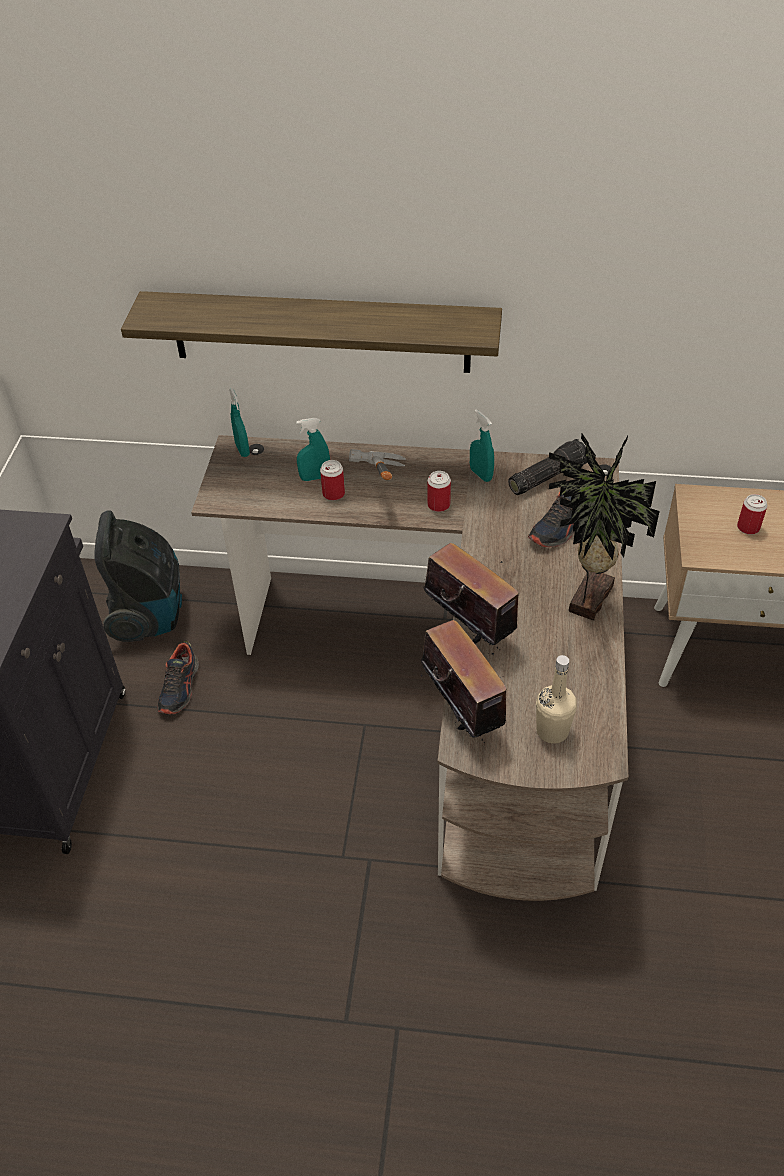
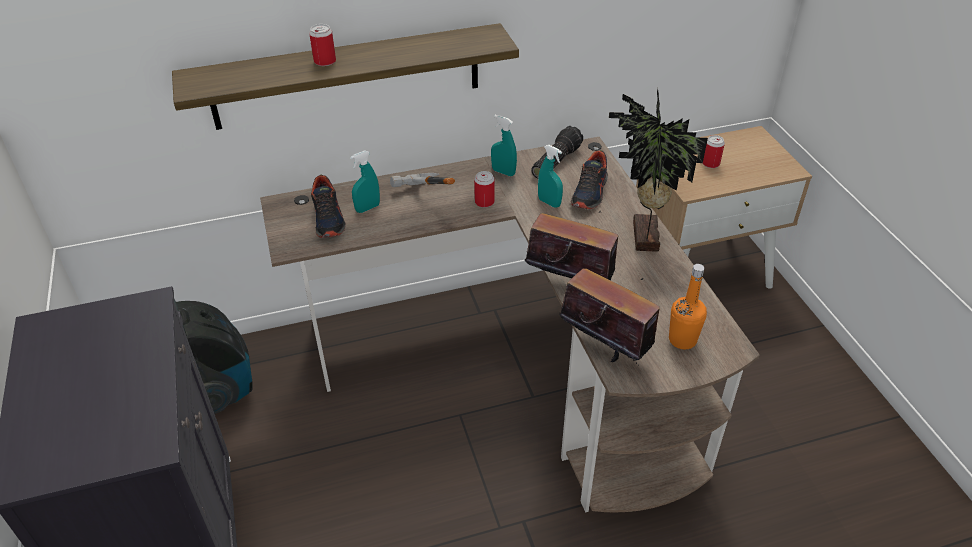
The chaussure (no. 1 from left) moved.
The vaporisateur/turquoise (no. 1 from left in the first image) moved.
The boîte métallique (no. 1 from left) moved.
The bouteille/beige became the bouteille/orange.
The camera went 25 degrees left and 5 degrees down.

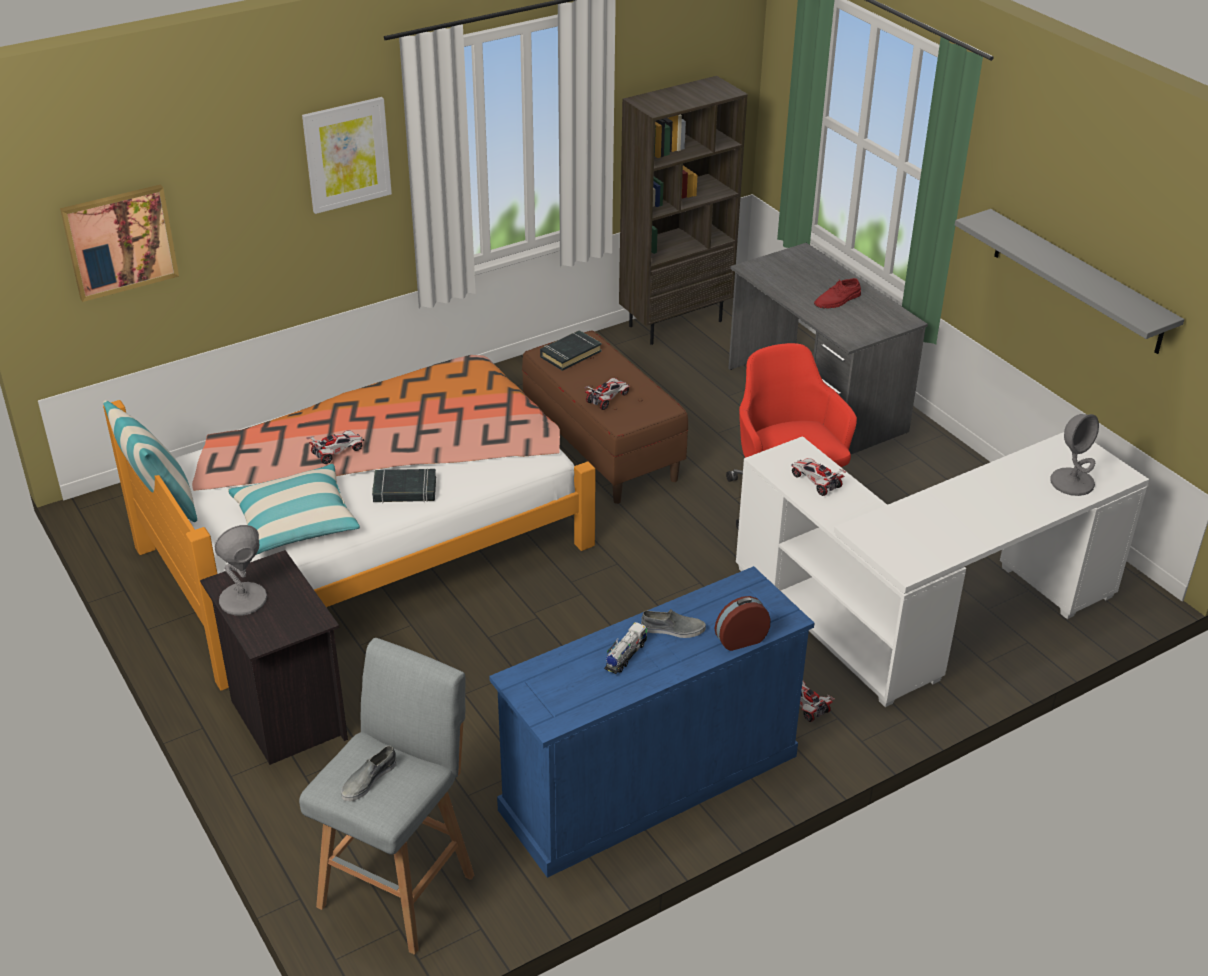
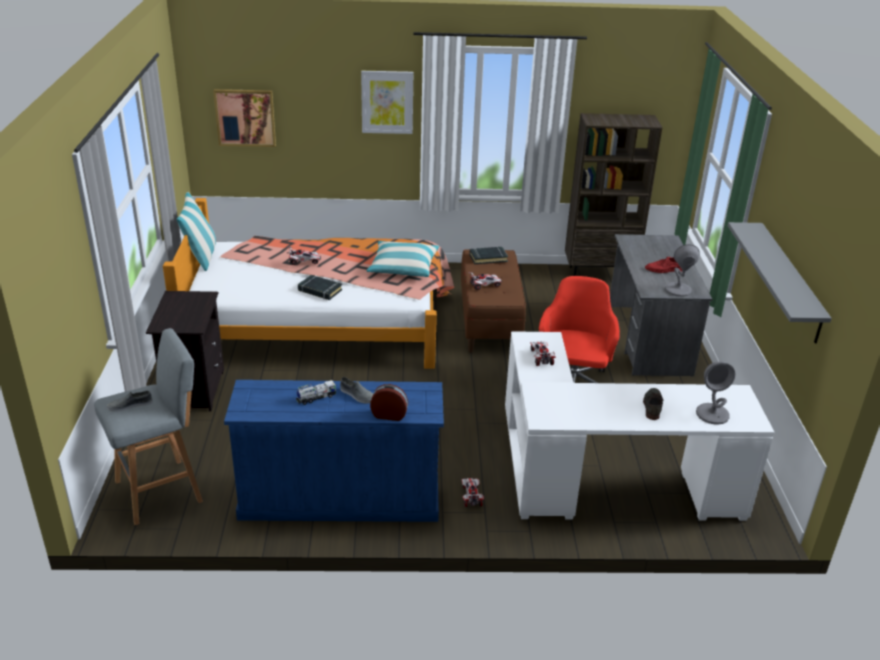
The lampe de table/gris (no. 1 from left) moved.
The coussin (no. 2 from left) moved.
The chaussure/gris (no. 3 from left) appeared.
The camera went 30 degrees right and 5 degrees down.

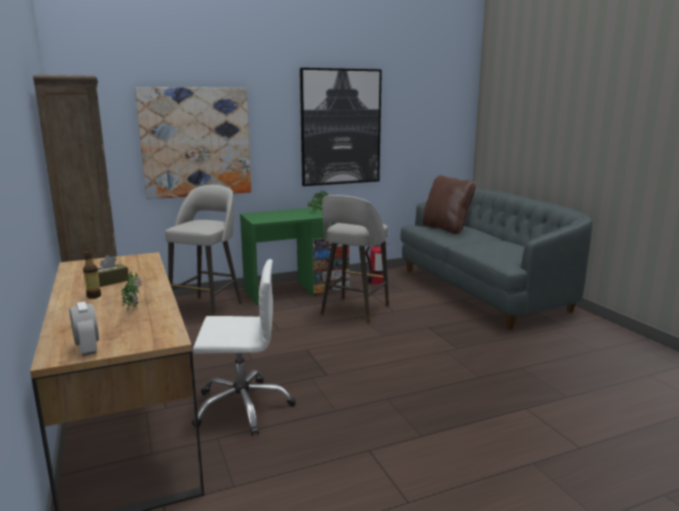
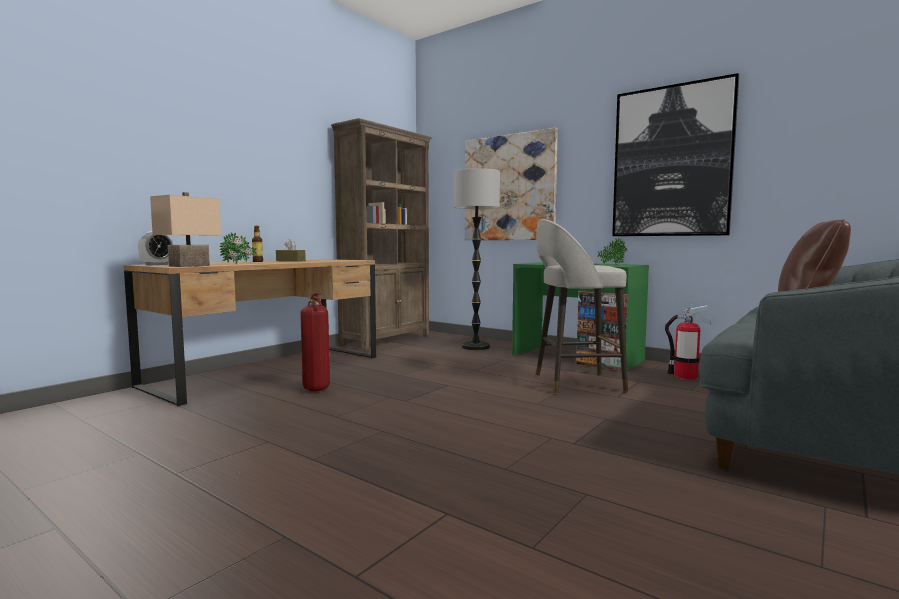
The tabouret/gris (no. 1 from left) was replaced by the lampadaire.
The chaise de bureau/blanc was replaced by the extincteur (no. 1 from left).
The lampe de table/beige appeared.
The camera went 60 degrees right and 10 degrees down.

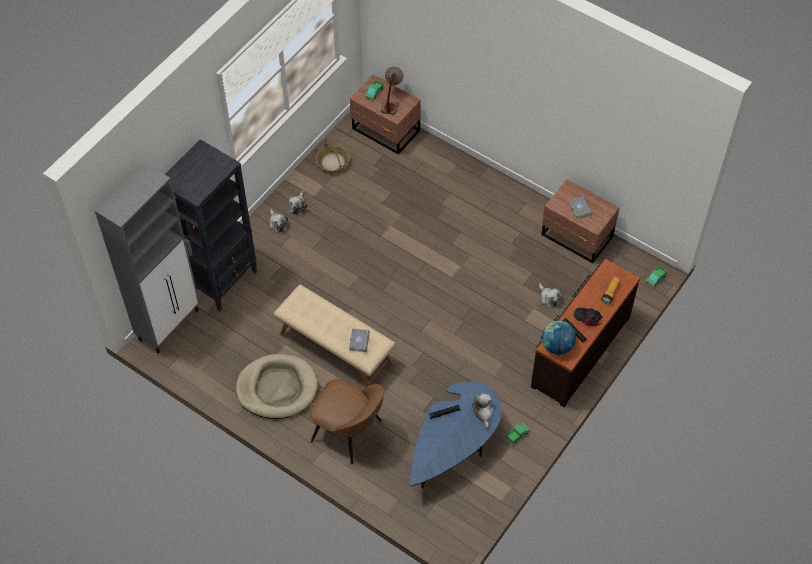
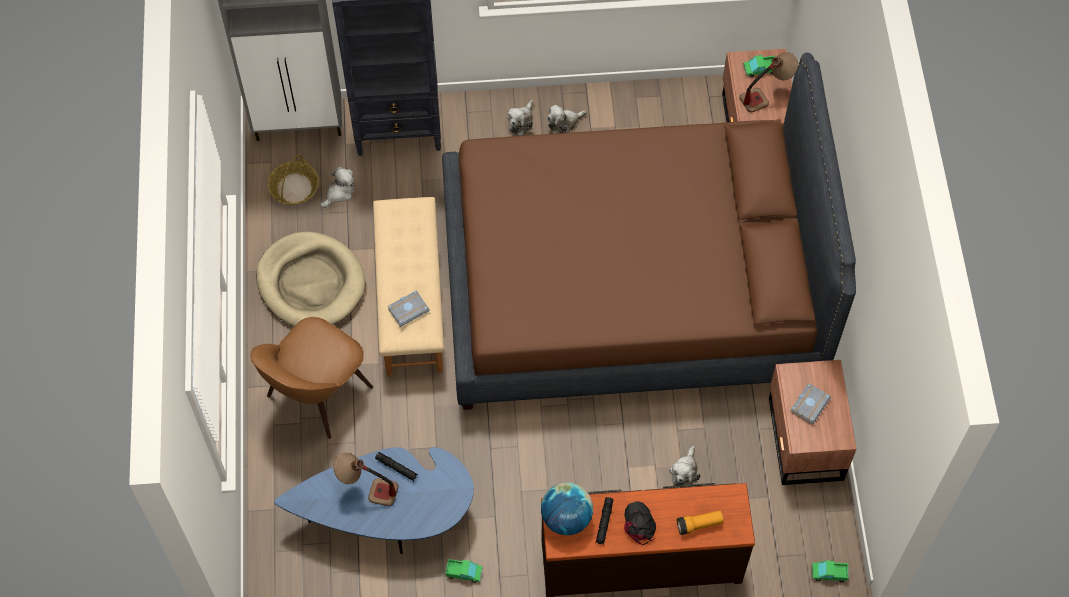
The chaise/marron turned 45 degrees clockwise.
The panier moved.
The peluche (no. 3 from left in the first image) moved.
The lampe de table (no. 1 from left) appeared.
The lit/marron appeared.
The camera went 50 degrees right and 5 degrees up.

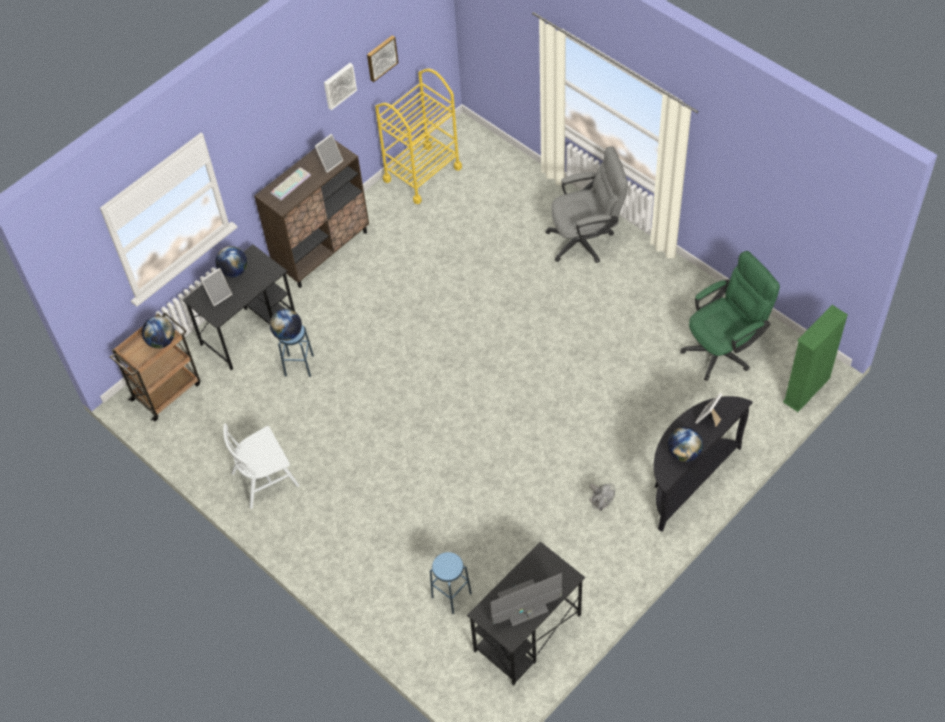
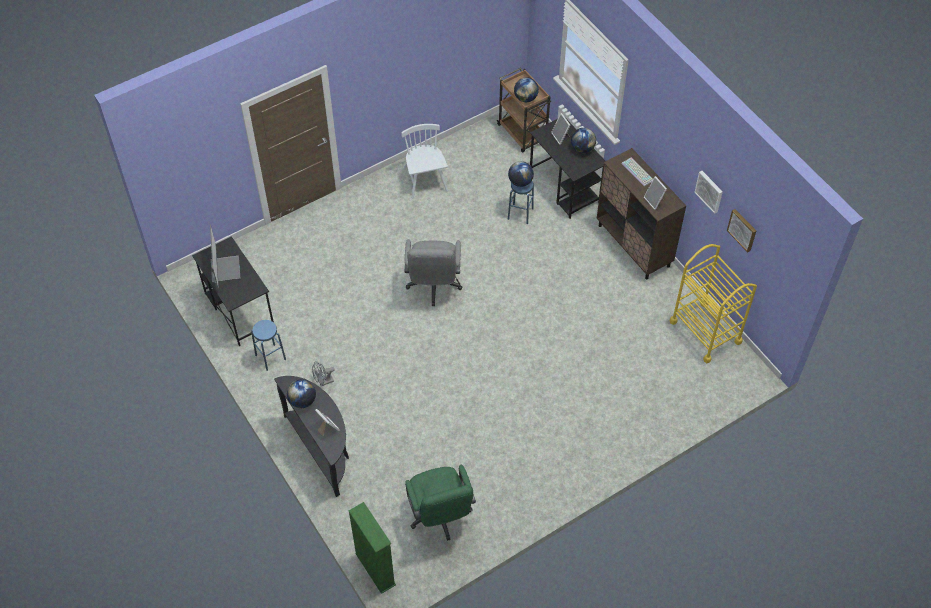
The tabouret/bleu (no. 2 from left in the first image) moved.
The chaise de bureau/gris moved.
The camera went 100 degrees right and 0 degrees up.

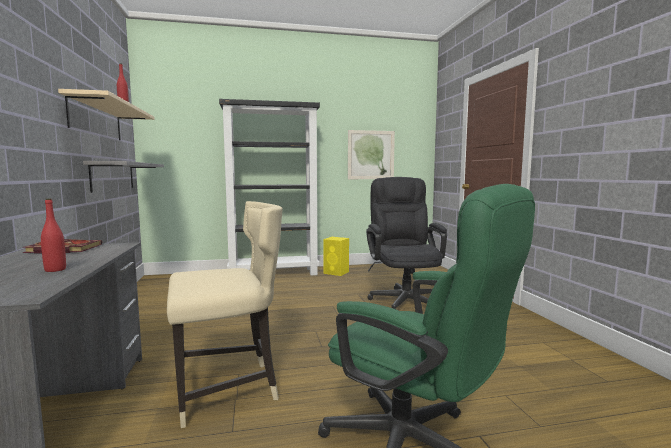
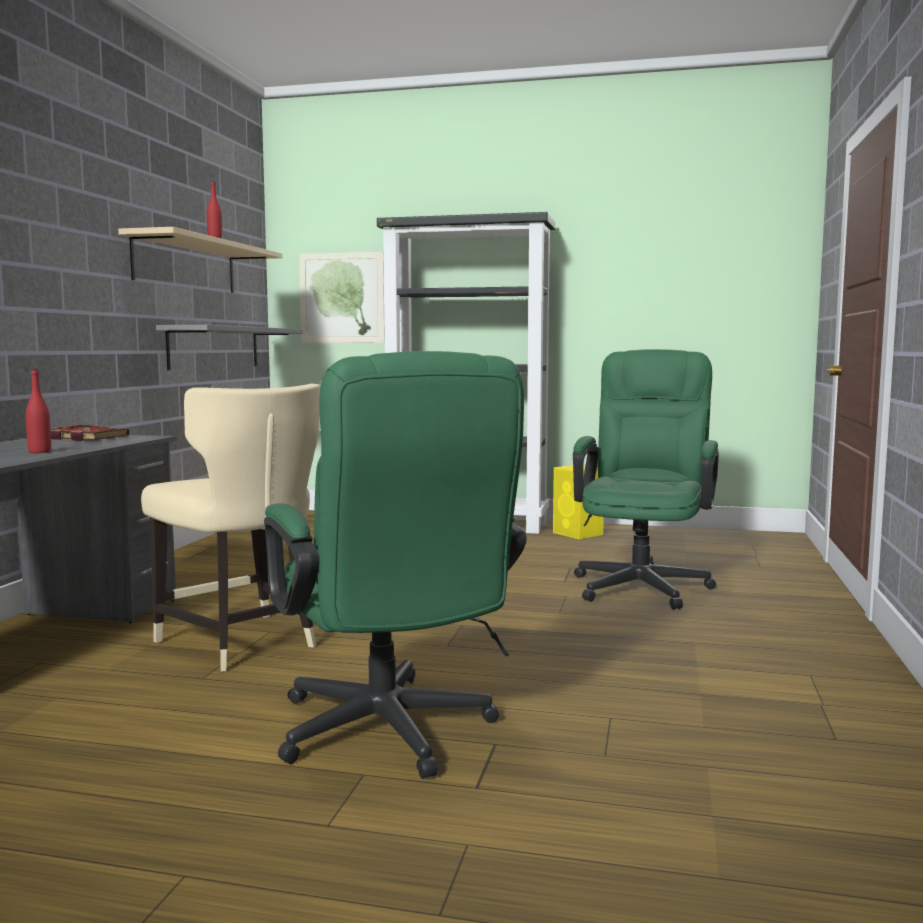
The chaise/beige turned 45 degrees clockwise.
The tableau moved.
The chaise de bureau/noir became the chaise de bureau/vert (no. 2 from left).
The camera went 25 degrees right and 0 degrees up.

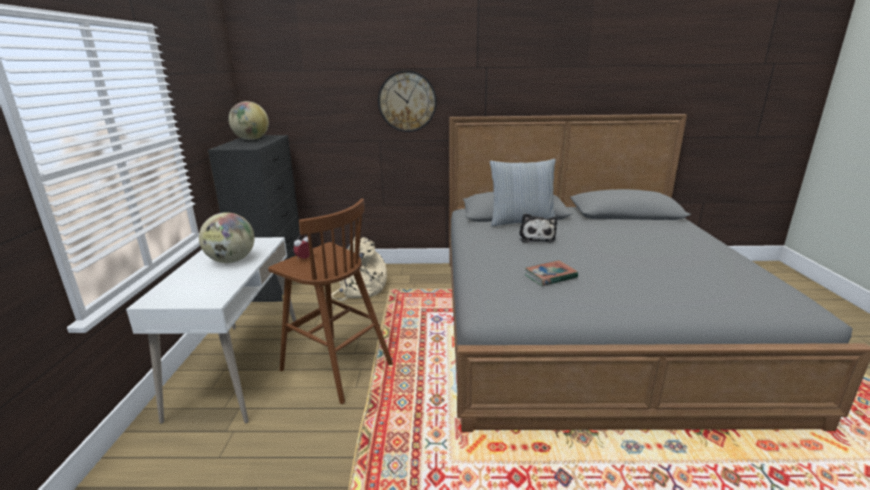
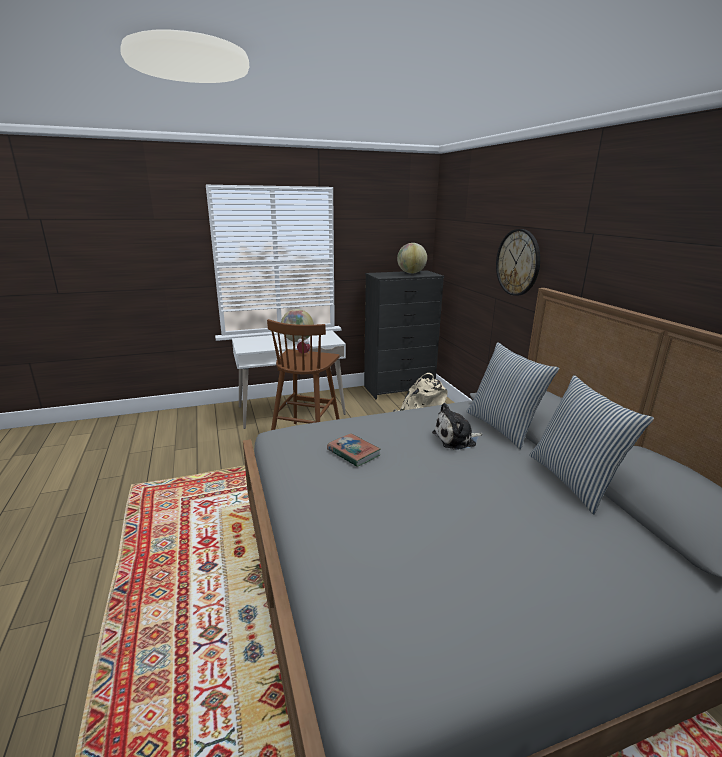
The coussin (no. 2 from left) appeared.
The camera went 70 degrees right and 0 degrees up.

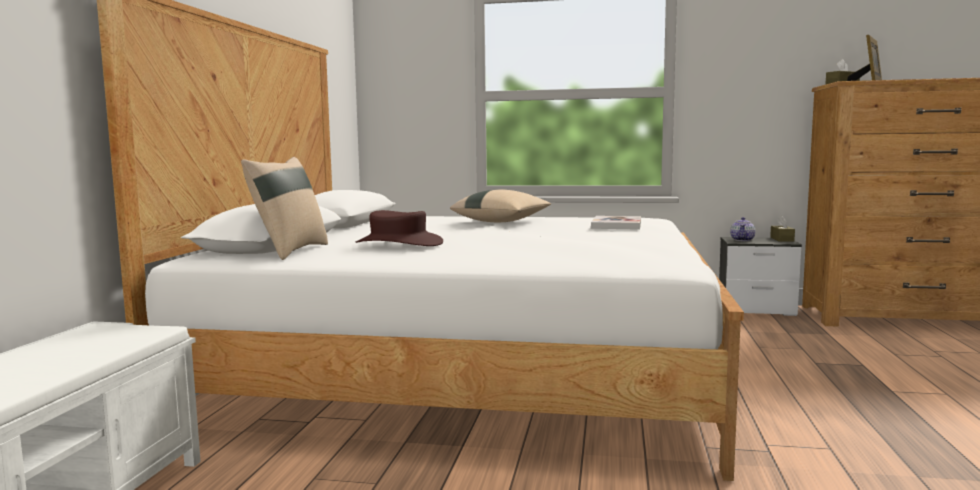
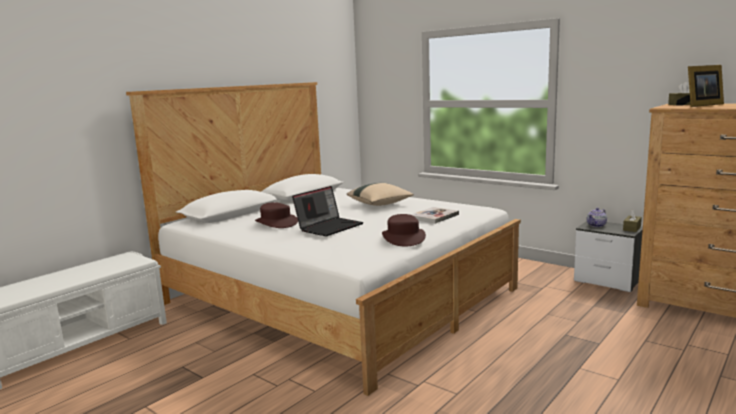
The coussin/beige (no. 1 from left) disappeared.
The ordinateur portable appeared.
The chapeau/marron (no. 2 from left) appeared.
The camera went 30 degrees right and 5 degrees up.

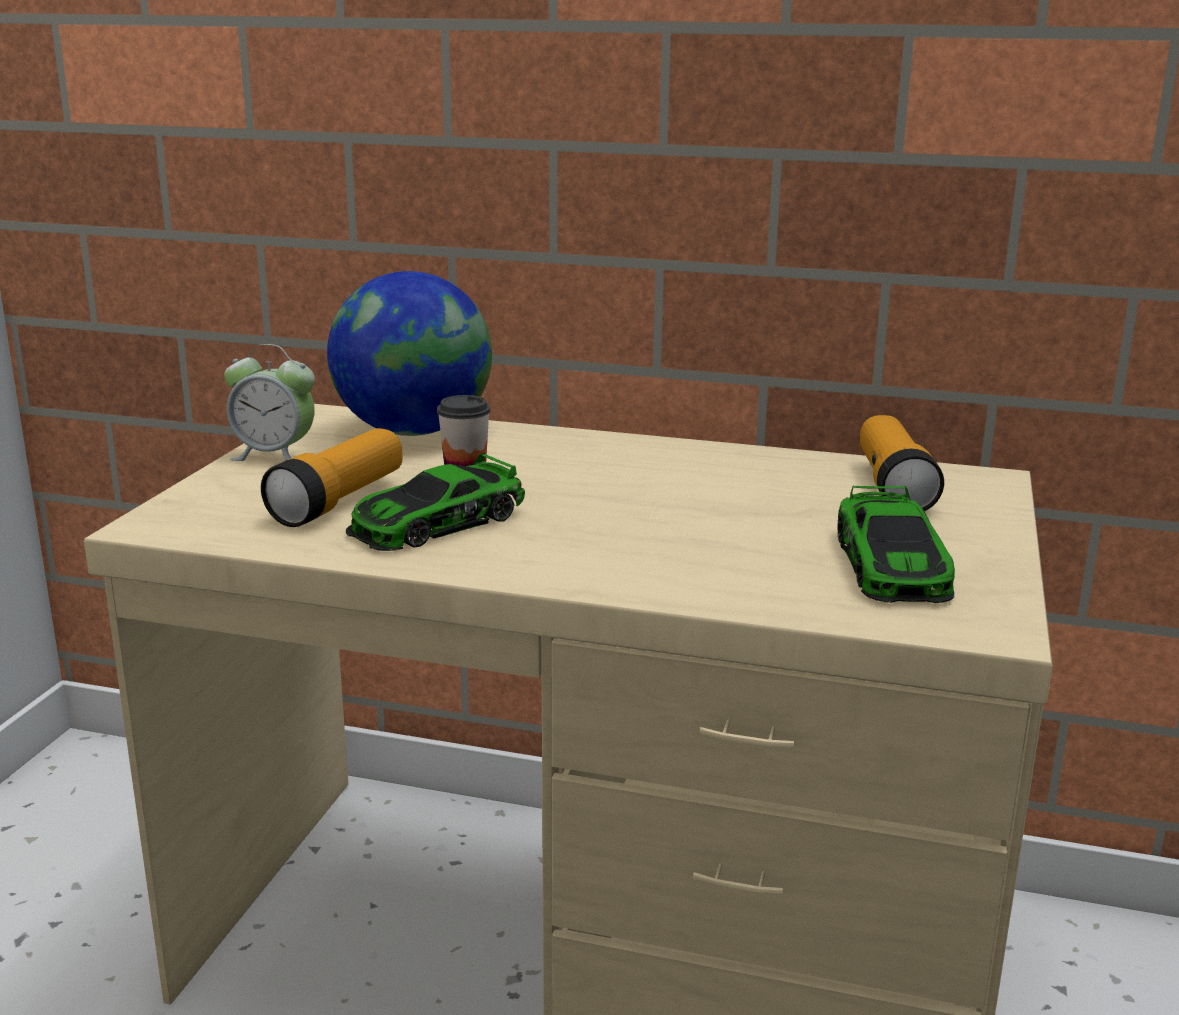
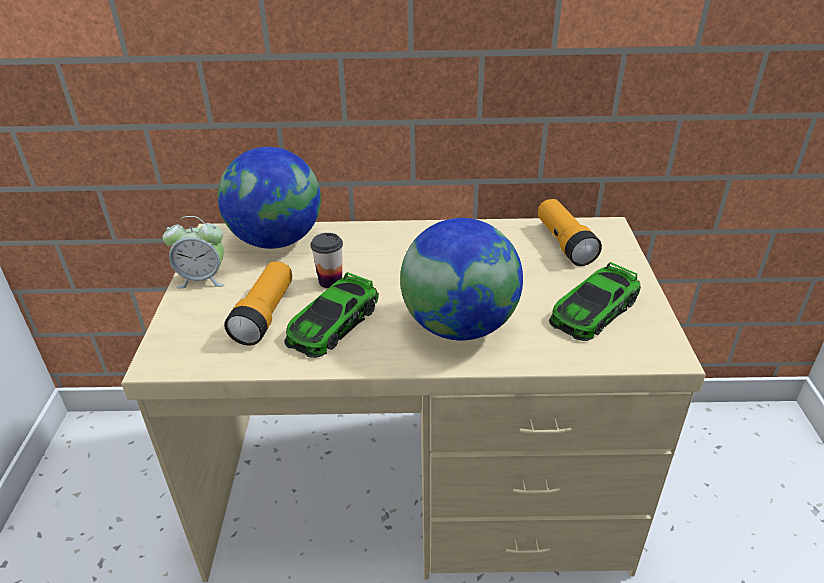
The petite voiture (no. 2 from left) turned 60 degrees clockwise.
The globe (no. 2 from left) appeared.
The camera went 15 degrees left and 15 degrees up.

